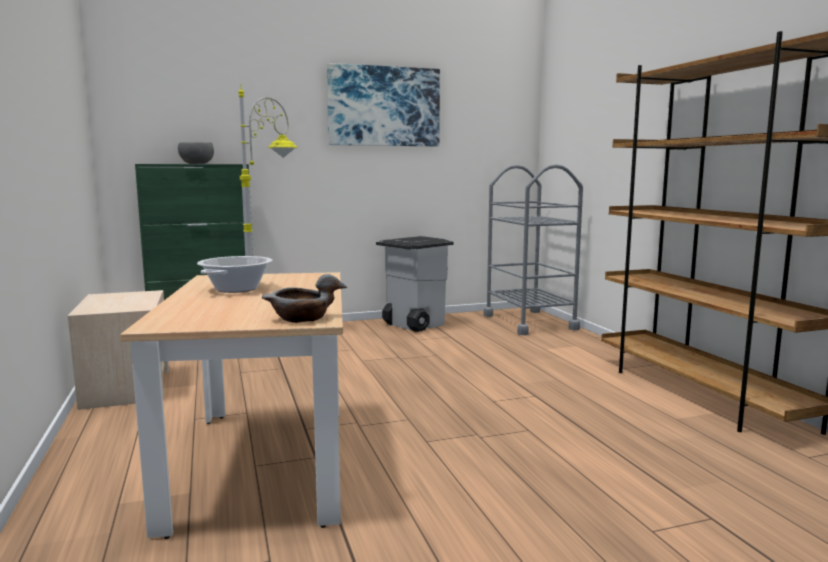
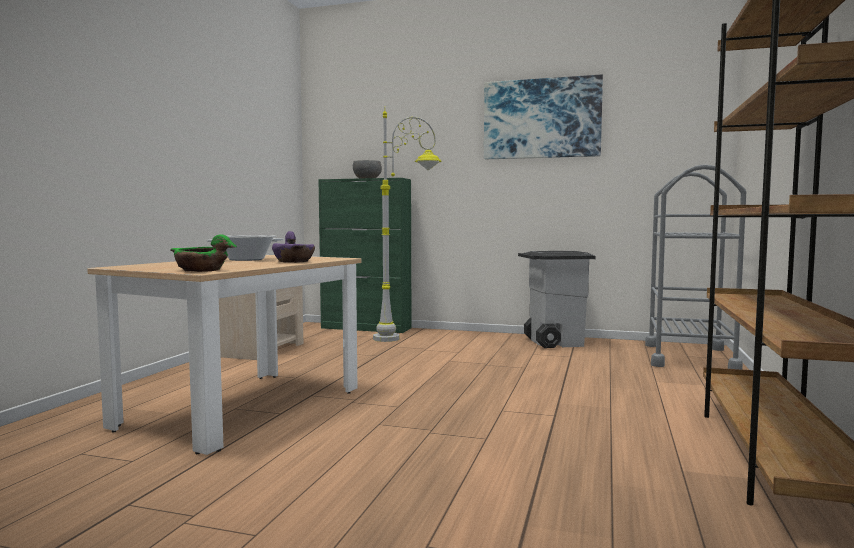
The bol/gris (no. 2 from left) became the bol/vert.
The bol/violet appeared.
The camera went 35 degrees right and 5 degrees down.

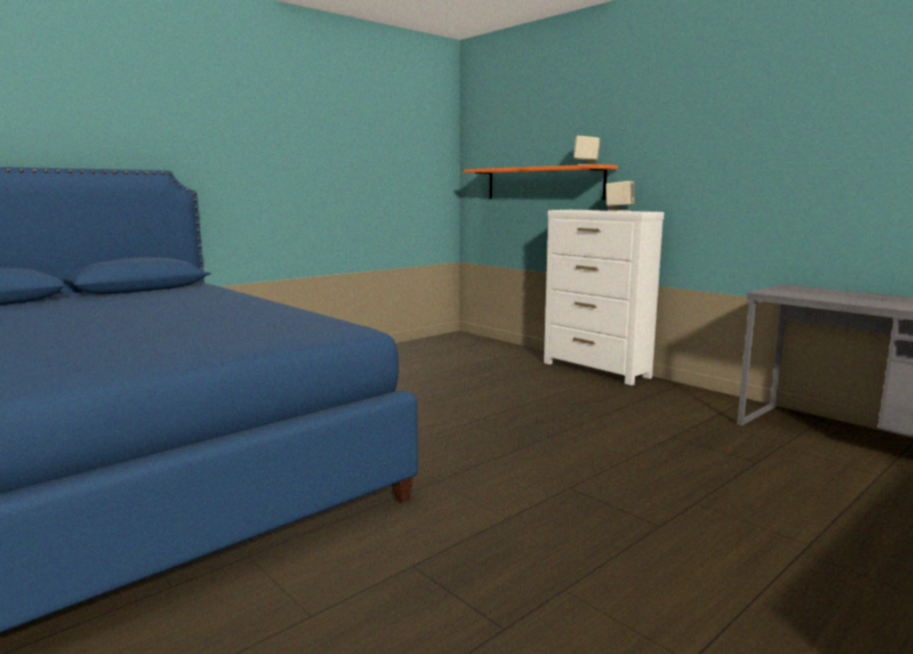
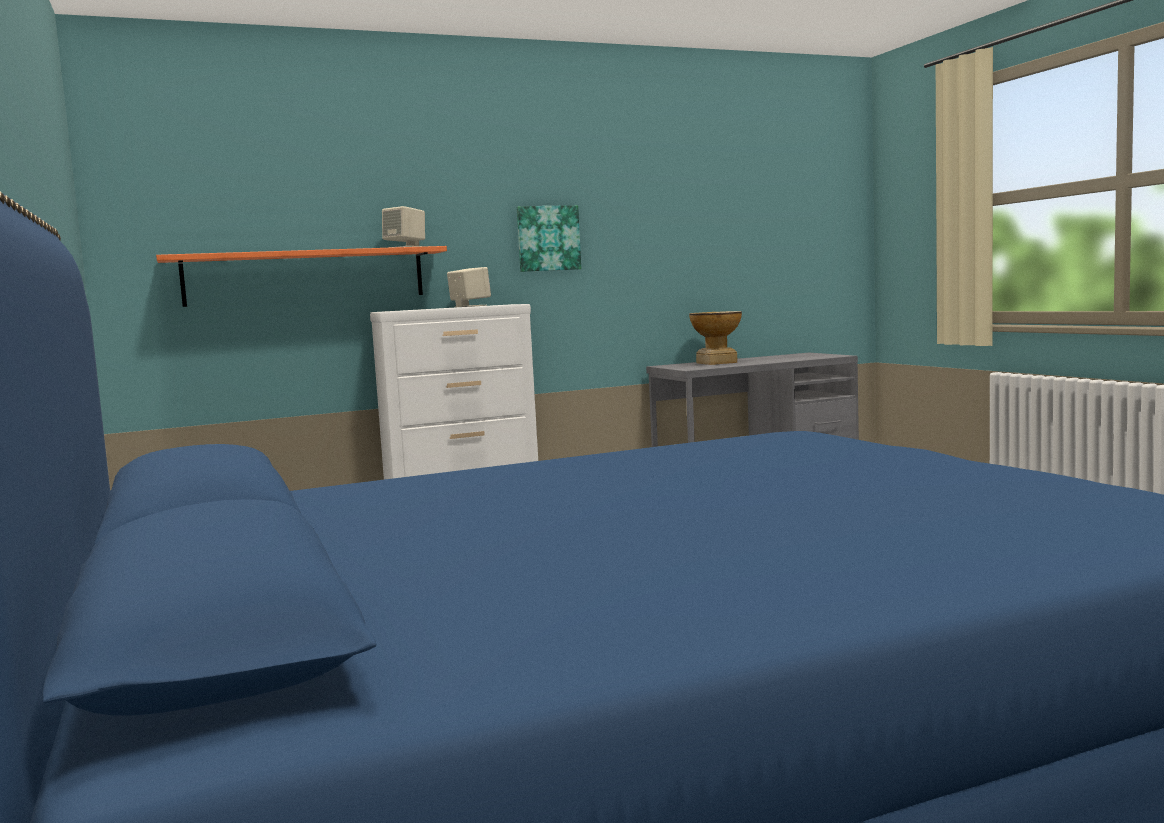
The tableau appeared.
The vase appeared.
The camera went 70 degrees left and 5 degrees down.

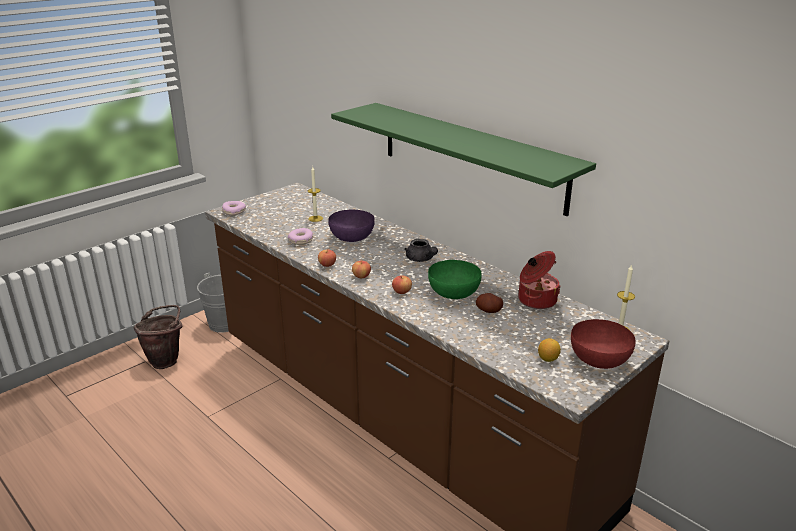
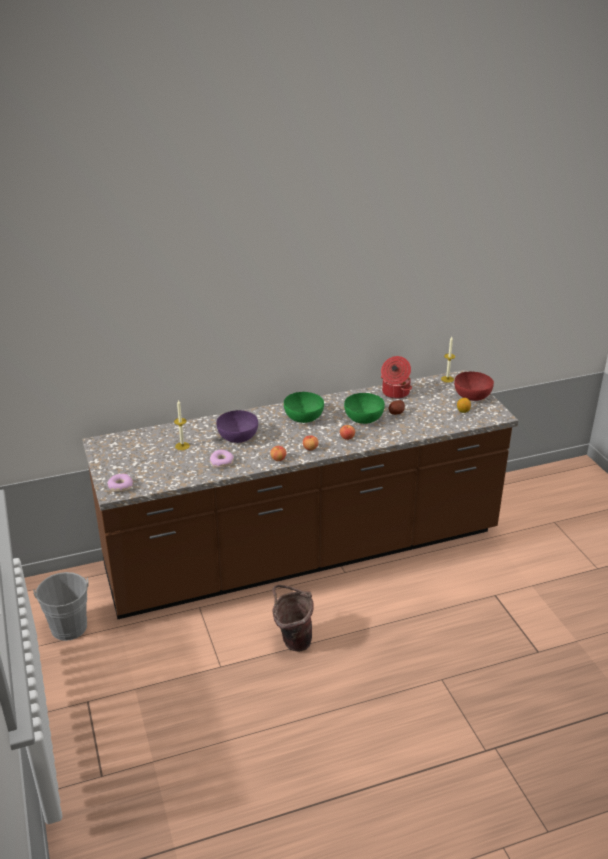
The seau/marron moved.
The étagère/vert disappeared.
The théière/gris was replaced by the bol/vert (no. 1 from left).
The camera went 65 degrees left and 5 degrees up.

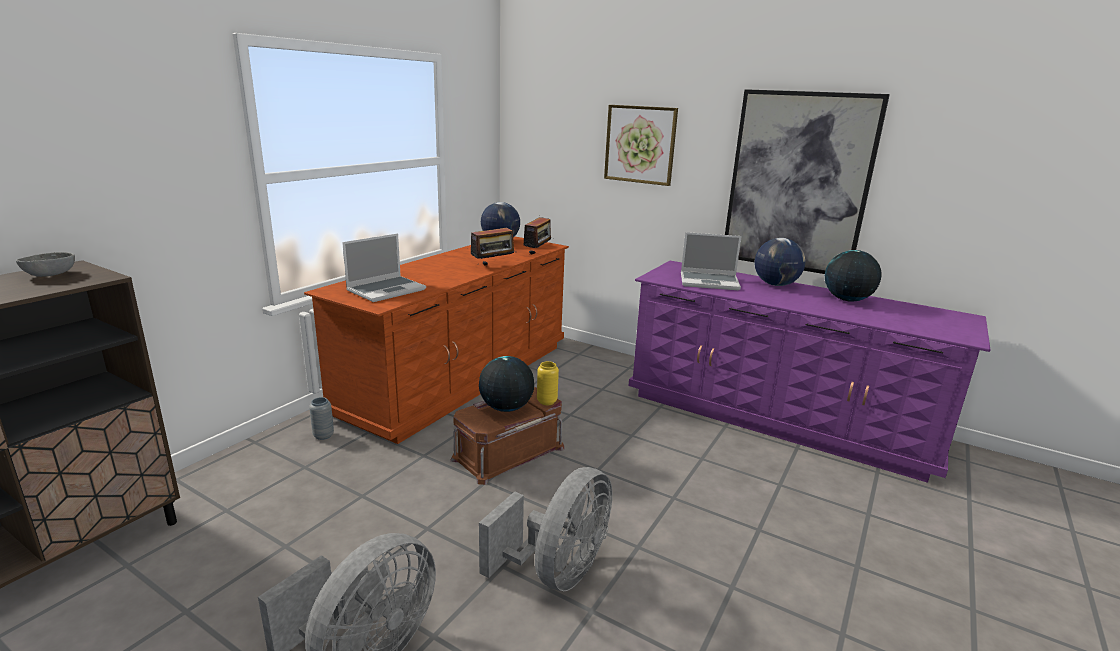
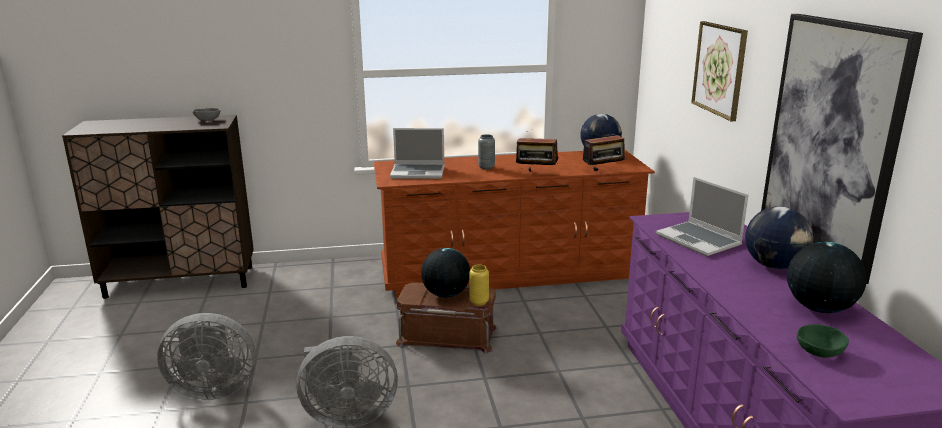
The vase/gris moved.
The bol/vert appeared.
The camera went 50 degrees right and 0 degrees up.

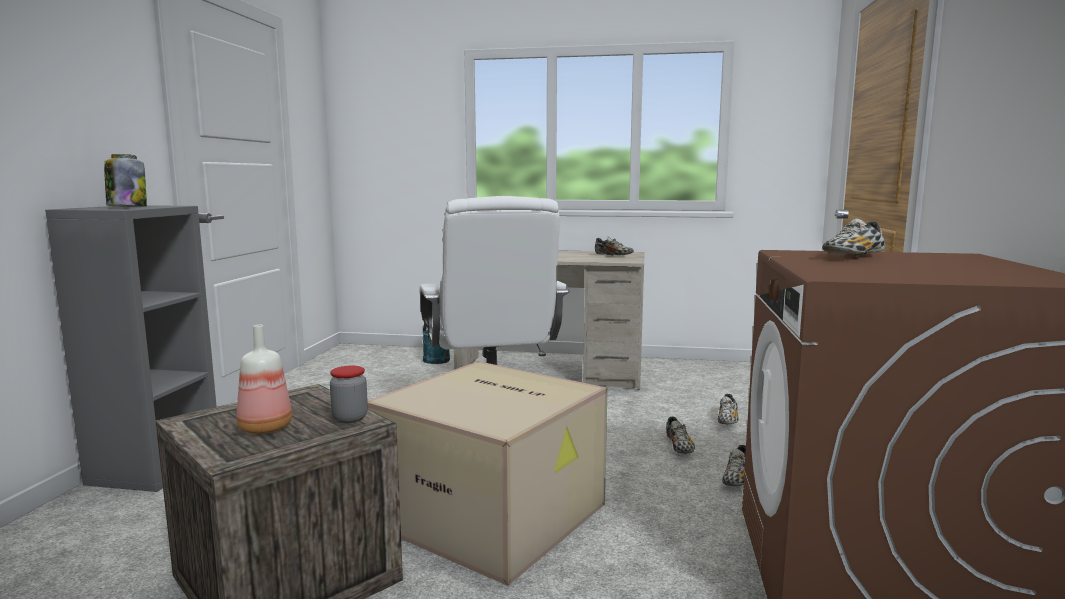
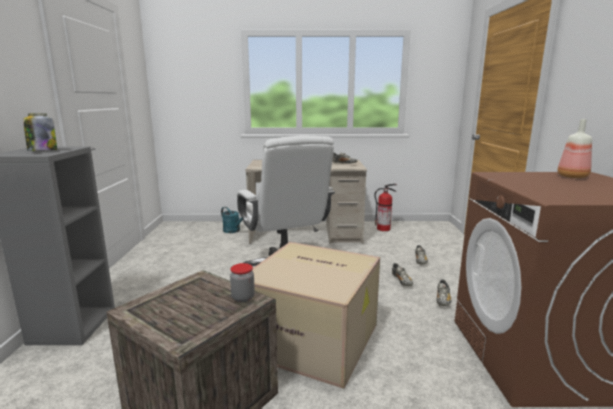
The bouteille moved.
The chaussure (no. 5 from left) disappeared.
The extincteur appeared.
The camera went 10 degrees left and 5 degrees up.

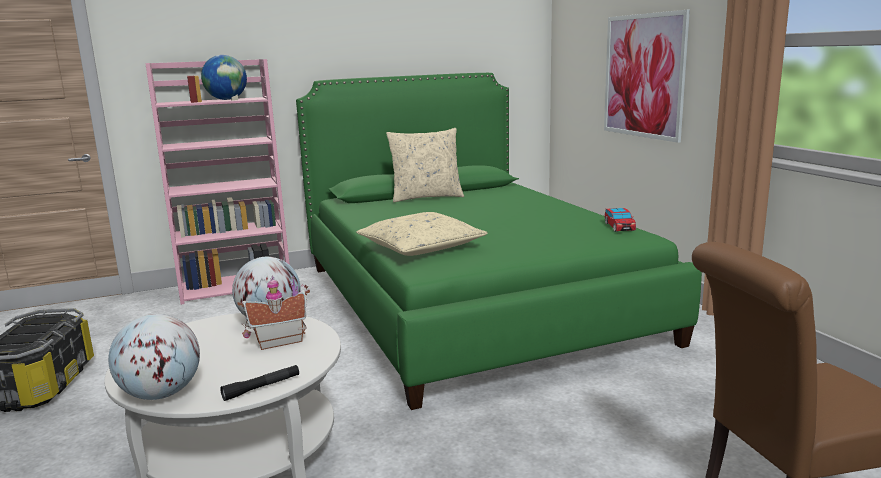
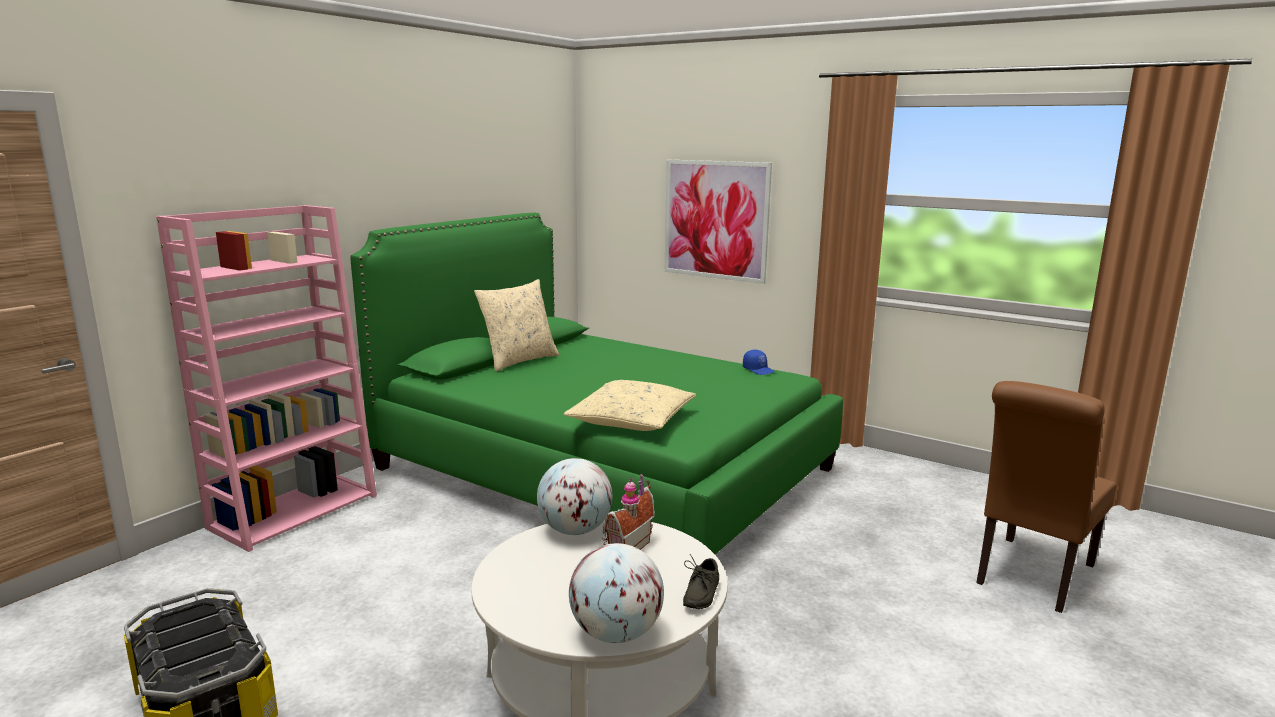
The globe (no. 2 from left) disappeared.
The lampe de poche/noir was replaced by the chaussure/gris.
The petite voiture was replaced by the casquette/bleu.
The camera went 35 degrees left and 0 degrees up.

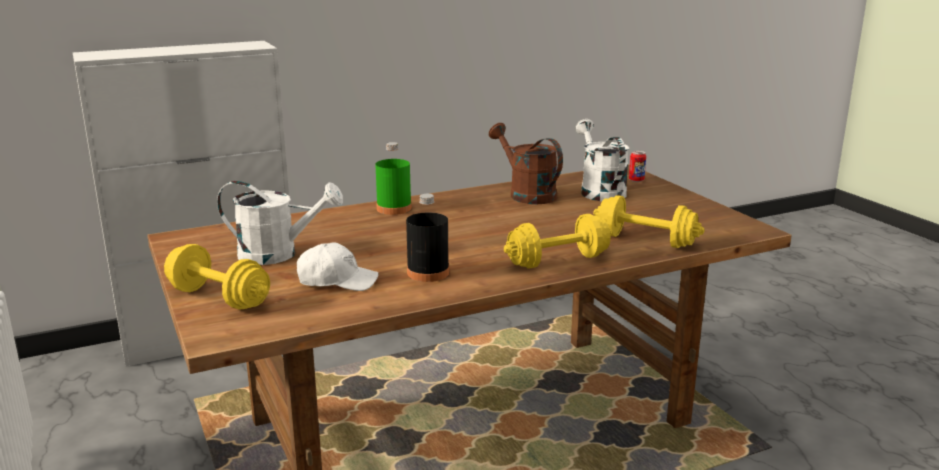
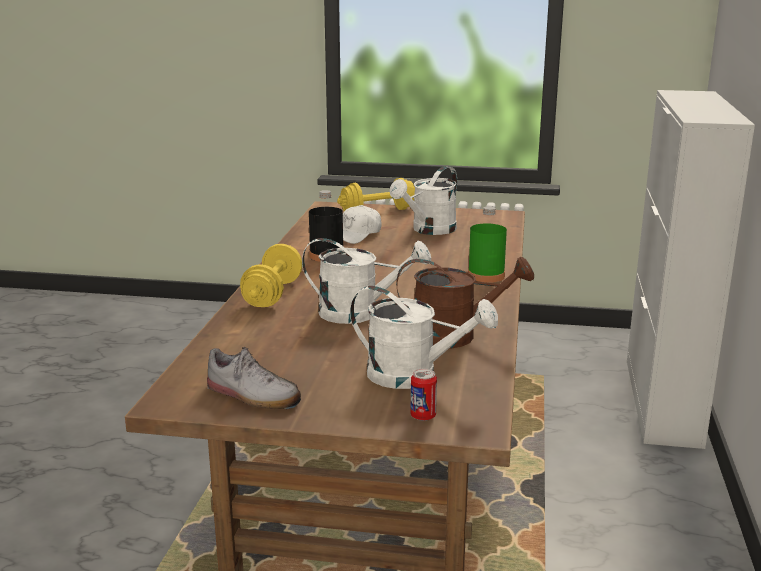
The haltère/jaune (no. 3 from left) disappeared.
The chaussure appeared.
The arrosoir/blanc (no. 1 from left) appeared.
The camera went 125 degrees right and 0 degrees up.

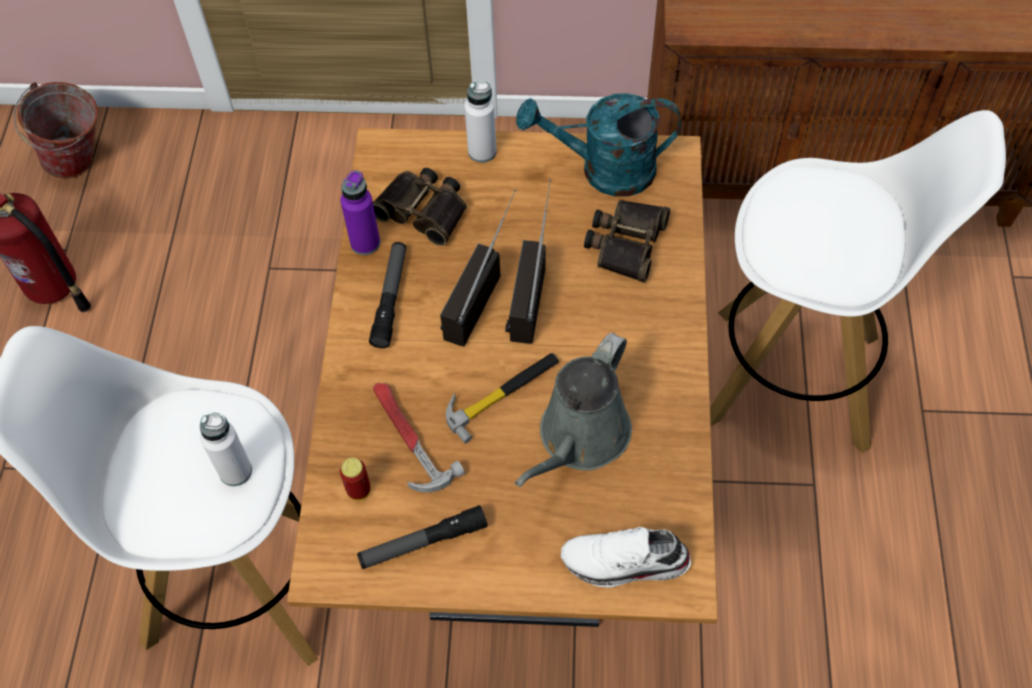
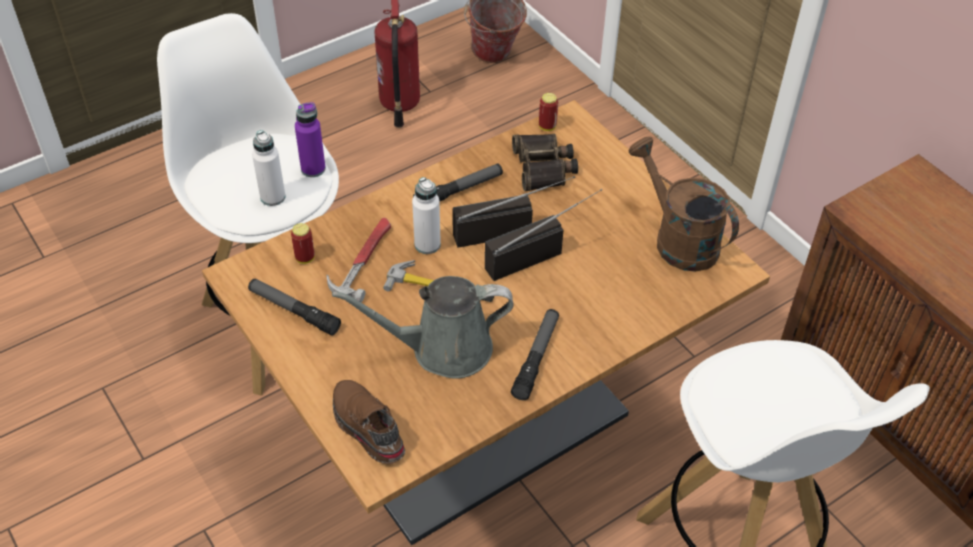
The bouteille/violet moved.
The bouteille/blanc (no. 2 from left) moved.
The arrosoir/turquoise became the arrosoir/marron.
The chaussure/blanc became the chaussure/marron.
The jumelles (no. 2 from left) disappeared.
The lampe de poche (no. 3 from left) appeared.
The boîte métallique (no. 2 from left) appeared.
The camera went 50 degrees right and 10 degrees down.

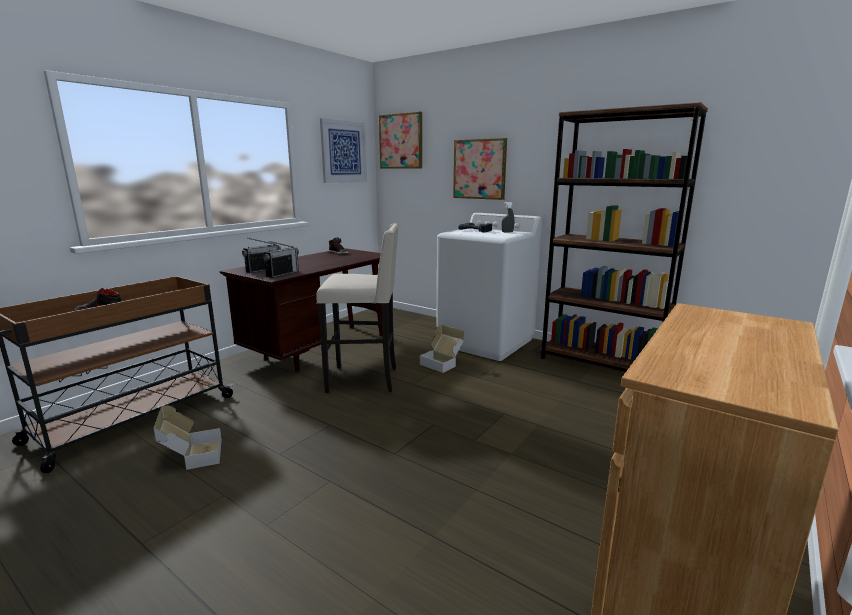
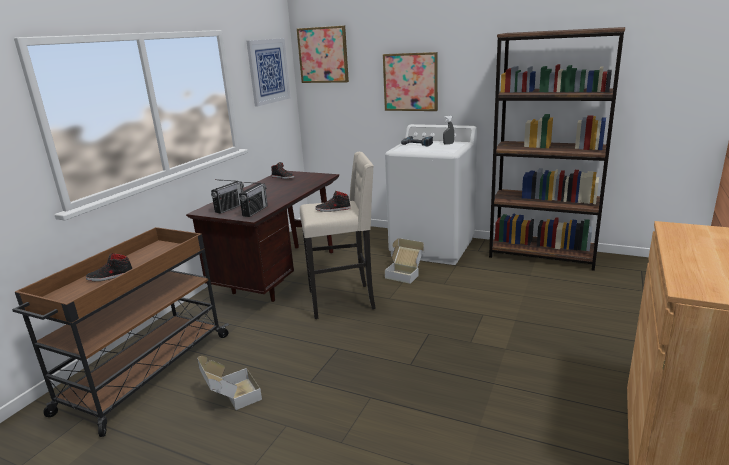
The chaussure/noir (no. 3 from left) appeared.
The camera went 10 degrees left and 5 degrees up.

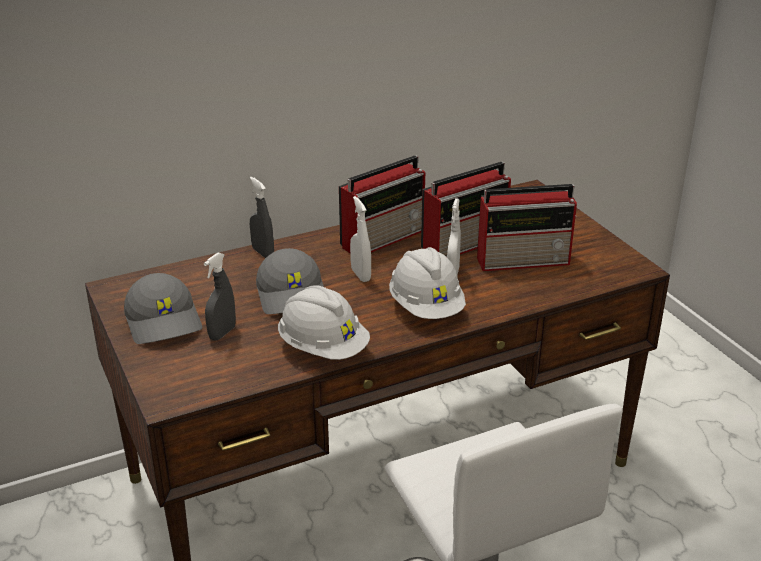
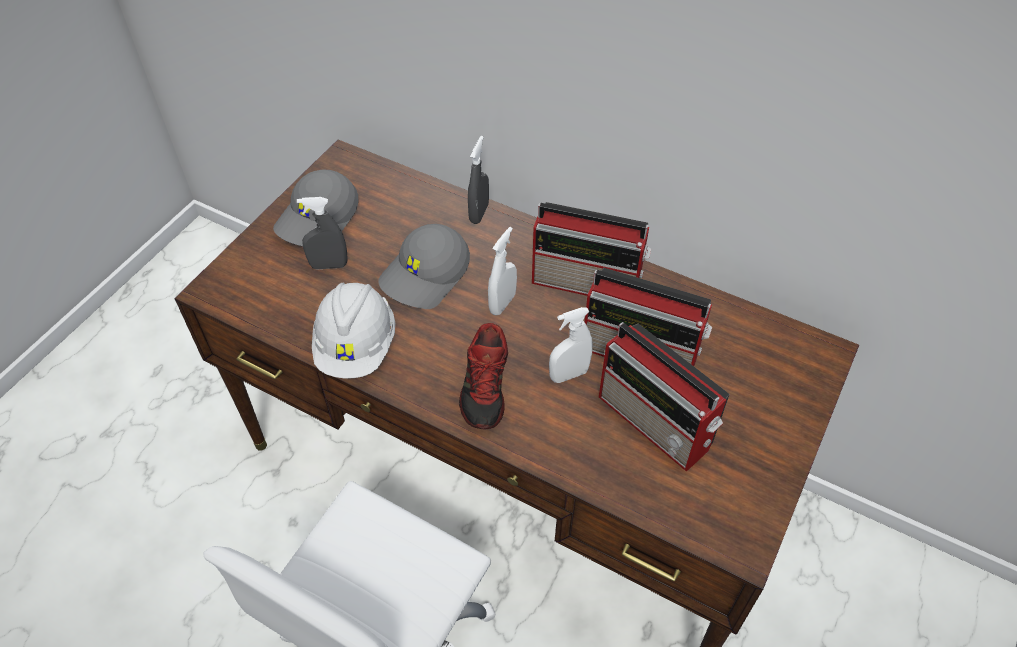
The casque de chantier/blanc (no. 2 from left) was replaced by the chaussure.
The camera went 55 degrees right and 20 degrees up.

